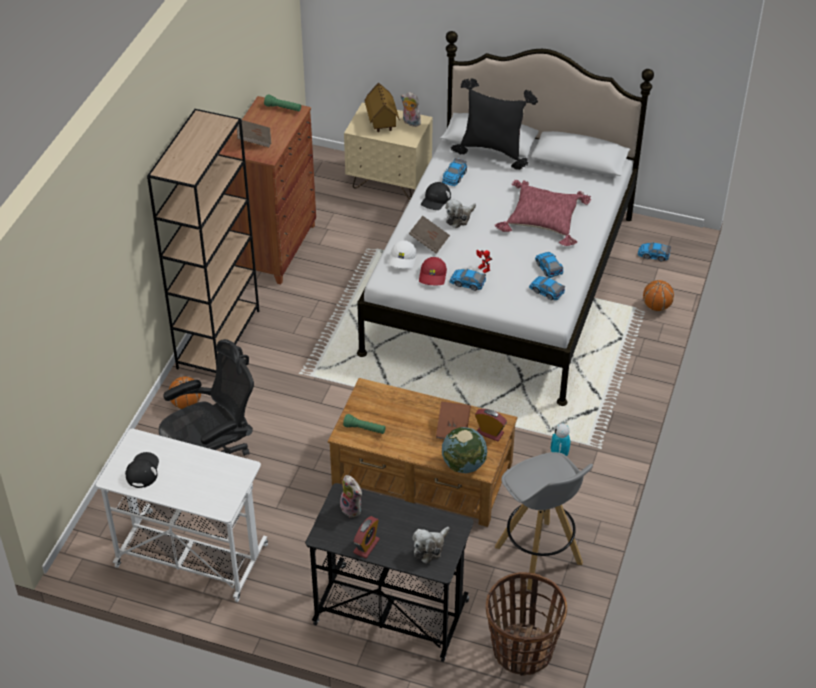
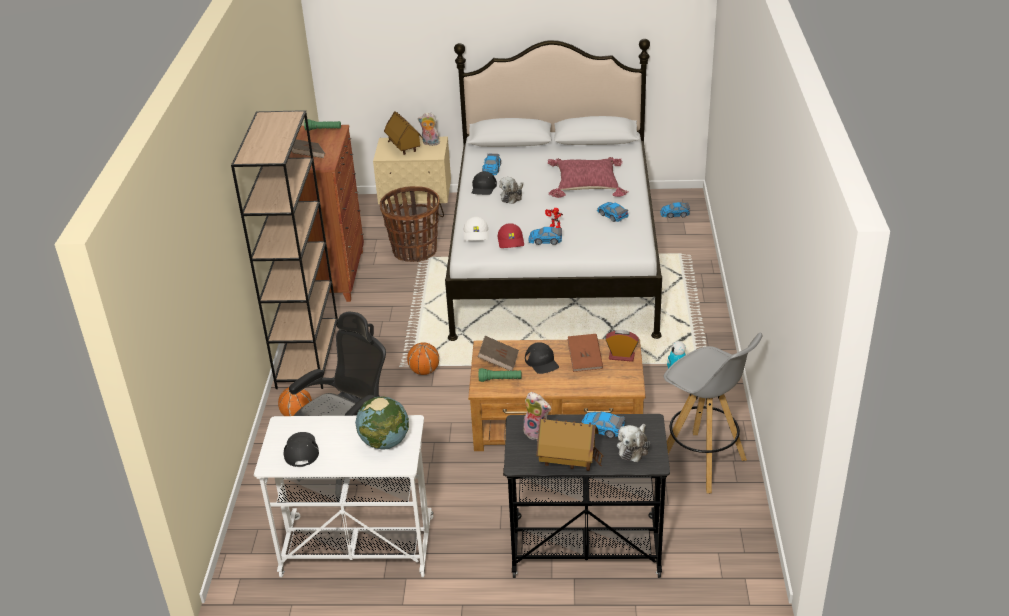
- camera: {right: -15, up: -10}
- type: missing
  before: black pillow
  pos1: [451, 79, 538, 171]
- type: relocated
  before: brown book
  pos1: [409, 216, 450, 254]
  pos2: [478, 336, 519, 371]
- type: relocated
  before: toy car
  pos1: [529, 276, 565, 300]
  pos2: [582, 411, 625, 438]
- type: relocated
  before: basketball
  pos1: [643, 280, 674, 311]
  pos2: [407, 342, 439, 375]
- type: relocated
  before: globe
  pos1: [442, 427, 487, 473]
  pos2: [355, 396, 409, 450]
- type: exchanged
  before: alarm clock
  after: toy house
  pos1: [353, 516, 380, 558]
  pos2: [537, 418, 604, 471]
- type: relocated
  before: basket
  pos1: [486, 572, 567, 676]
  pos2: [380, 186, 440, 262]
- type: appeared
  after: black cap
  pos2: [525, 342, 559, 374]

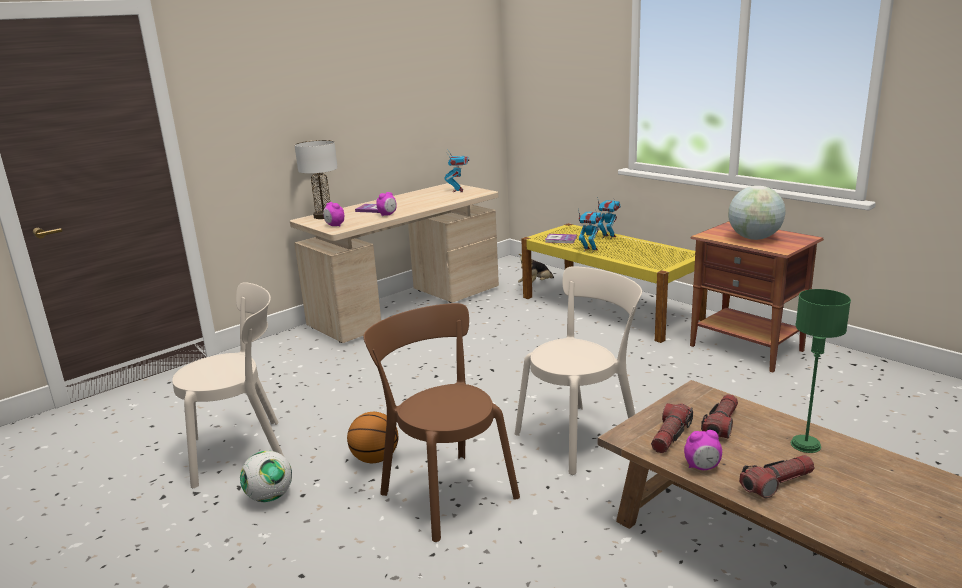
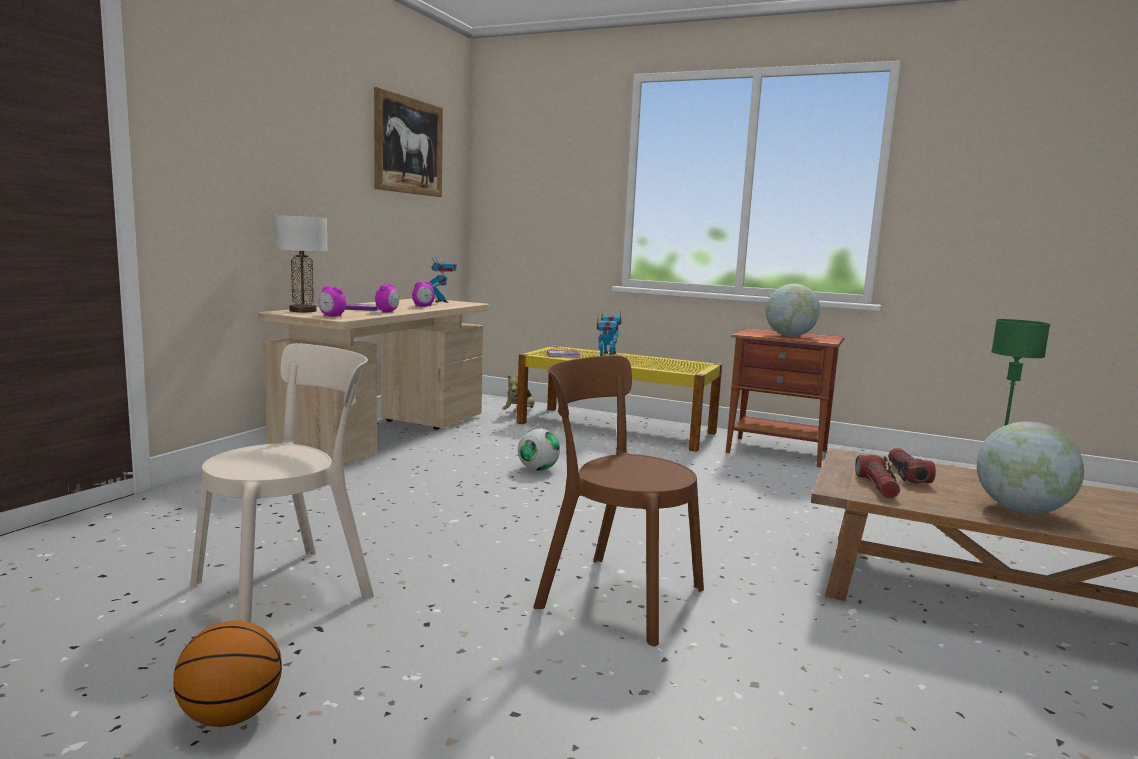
- camera: {right: -25, up: -10}
- type: missing
  before: beige chair
  pos1: [515, 266, 642, 475]
- type: relocated
  before: basketball
  pos1: [347, 412, 398, 463]
  pos2: [173, 620, 282, 727]
- type: relocated
  before: alarm clock
  pos1: [684, 430, 722, 470]
  pos2: [412, 281, 435, 307]
- type: relocated
  before: football
  pos1: [240, 451, 292, 502]
  pos2: [518, 428, 560, 471]
- type: exchanged
  before: flashlight
  after: globe
  pos1: [739, 455, 814, 499]
  pos2: [977, 421, 1084, 514]
- type: appeared
  after: picture
  pos2: [374, 87, 443, 197]

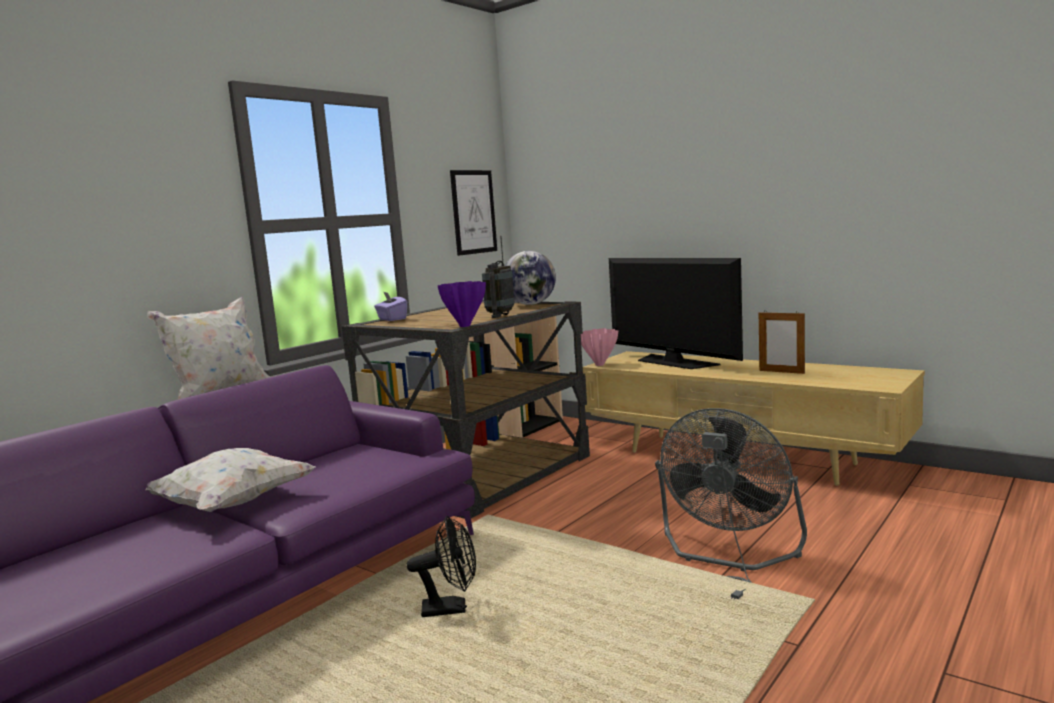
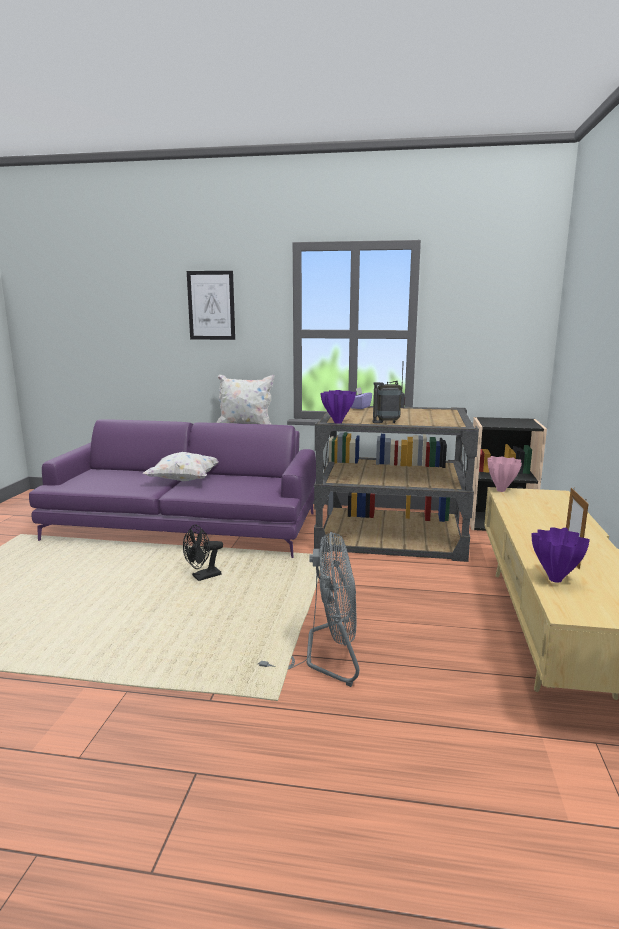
- camera: {right: 60, up: 5}
- type: relocated
  before: picture
  pos1: [450, 170, 497, 256]
  pos2: [187, 271, 235, 340]
- type: missing
  before: globe
  pos1: [505, 251, 556, 305]
- type: missing
  before: television
  pos1: [609, 258, 743, 369]
- type: spun
  before: black fan
  pos1: [406, 516, 476, 617]
  pos2: [183, 525, 223, 581]
  turn: 90
- type: appeared
  after: purple vase
  pos2: [532, 527, 590, 583]

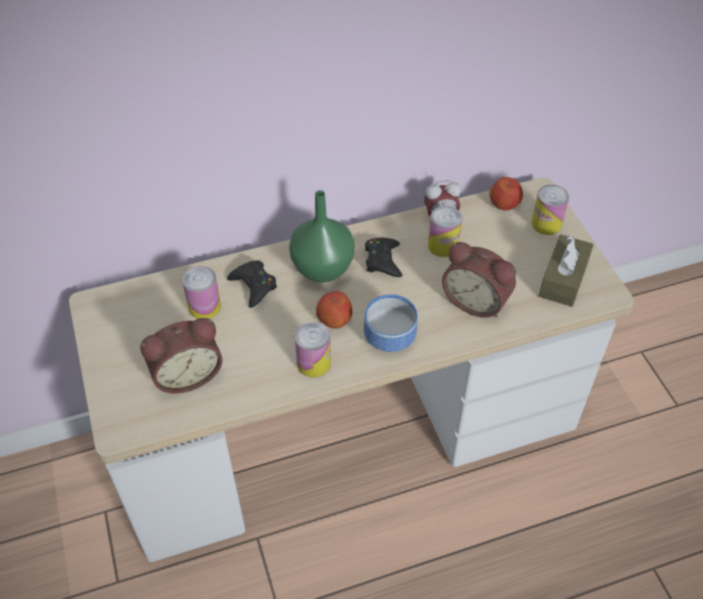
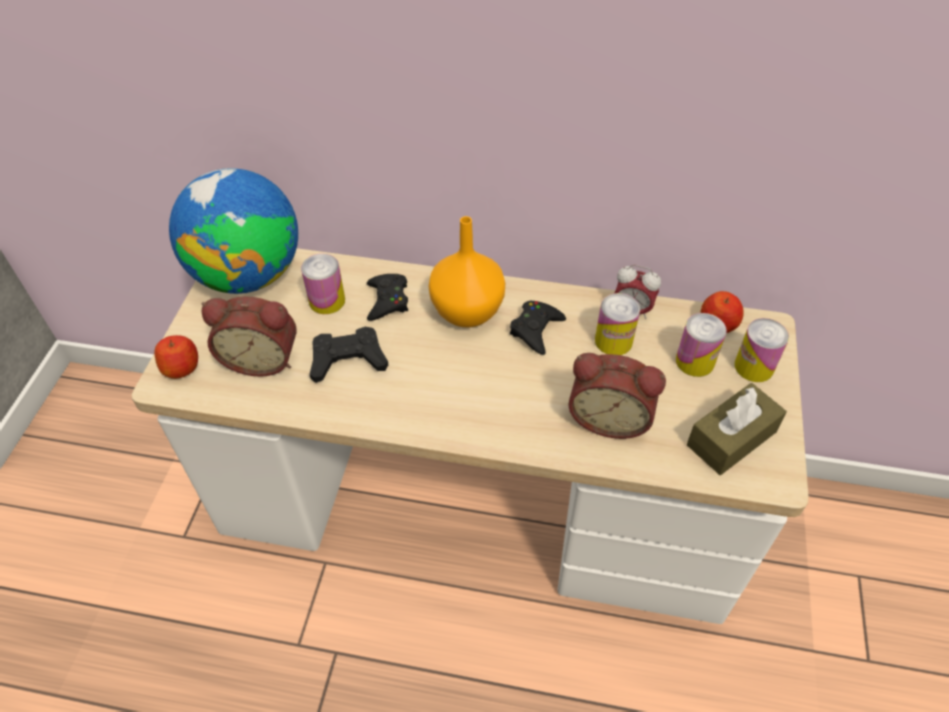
- camera: {right: 30, up: 0}
- type: colour
  before: green vase
  after: orange vase
  pos1: [289, 190, 355, 282]
  pos2: [428, 216, 505, 328]
- type: spun
  before: alarm clock
  pos1: [442, 242, 516, 317]
  pos2: [568, 353, 666, 439]
  turn: -45
- type: relocated
  before: apple
  pos1: [316, 291, 352, 329]
  pos2: [154, 335, 198, 379]
- type: missing
  before: bowl
  pos1: [364, 294, 418, 352]
- type: relocated
  before: can
  pos1: [295, 322, 331, 378]
  pos2: [676, 313, 727, 377]
- type: appeared
  after: globe
  pos2: [169, 168, 298, 294]
- type: appeared
  after: black game controller
  pos2: [310, 327, 388, 383]

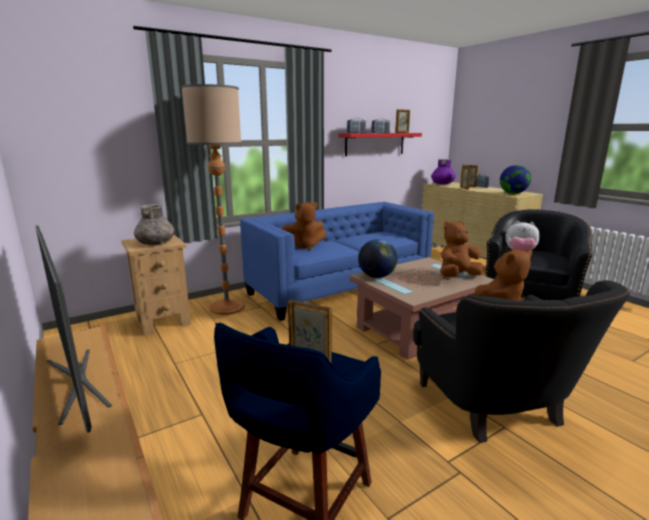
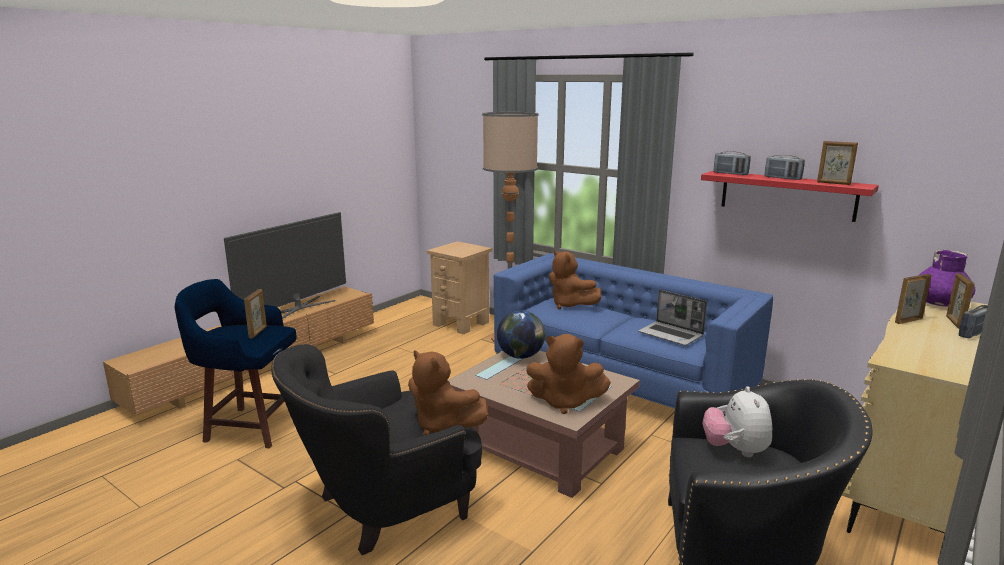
- camera: {right: 70, up: 0}
- type: missing
  before: globe
  pos1: [500, 165, 531, 194]
- type: missing
  before: grey vase
  pos1: [134, 204, 175, 245]
- type: spun
  before: brown plush toy
  pos1: [440, 221, 484, 277]
  pos2: [526, 334, 611, 414]
  turn: 150
- type: appeared
  after: laptop
  pos2: [638, 290, 707, 346]

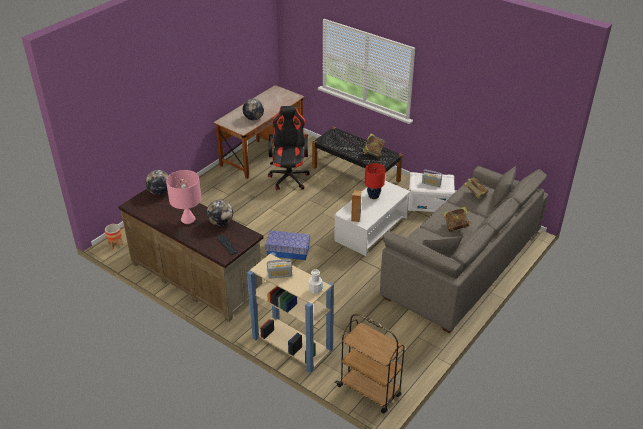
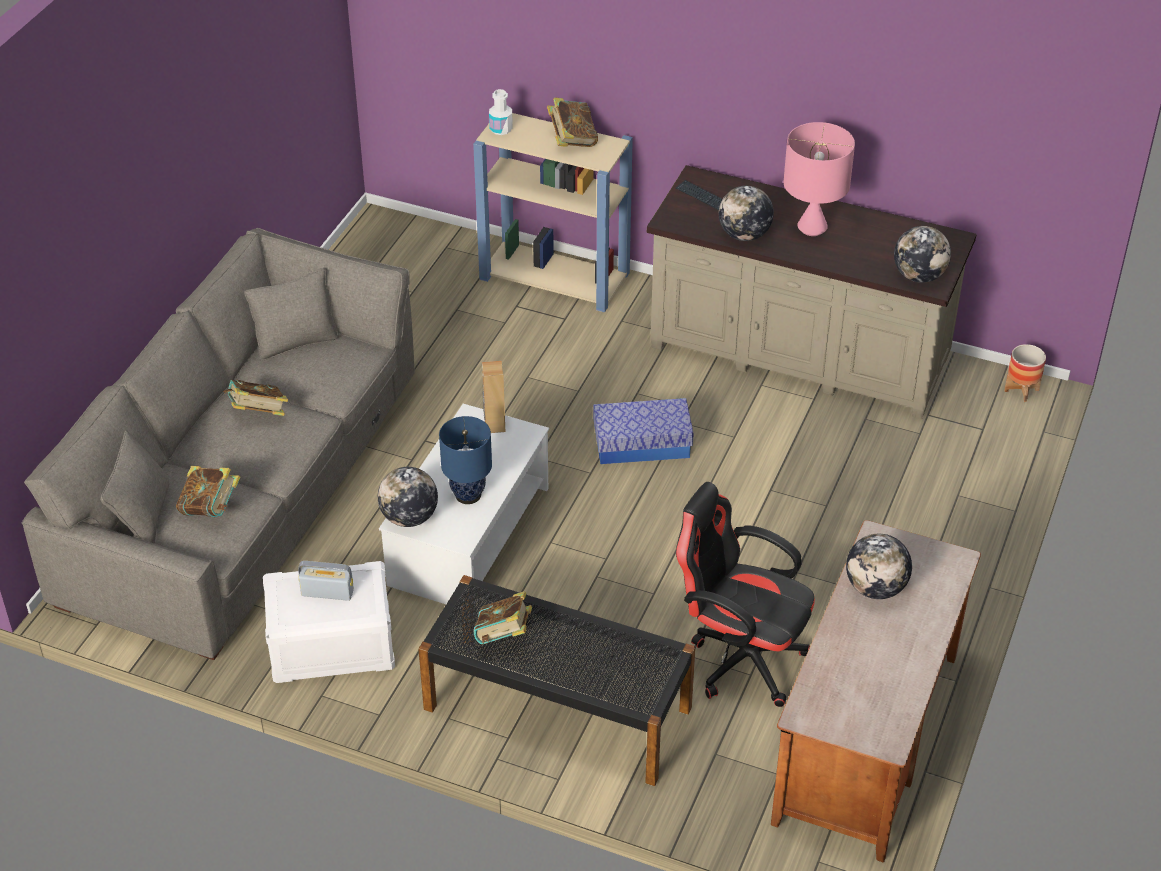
- camera: {right: 165, up: 5}
- type: spun
  before: black office chair
  pos1: [268, 106, 310, 190]
  pos2: [676, 482, 815, 707]
  turn: 135
- type: colour
  before: red table lamp
  after: blue table lamp
  pos1: [365, 163, 385, 199]
  pos2: [439, 416, 492, 504]
- type: exchanged
  before: radio
  after: book
  pos1: [267, 259, 293, 279]
  pos2: [547, 97, 598, 147]
- type: missing
  before: brown cart
  pos1: [335, 314, 405, 413]
- type: appeared
  after: globe
  pos2: [378, 467, 438, 527]

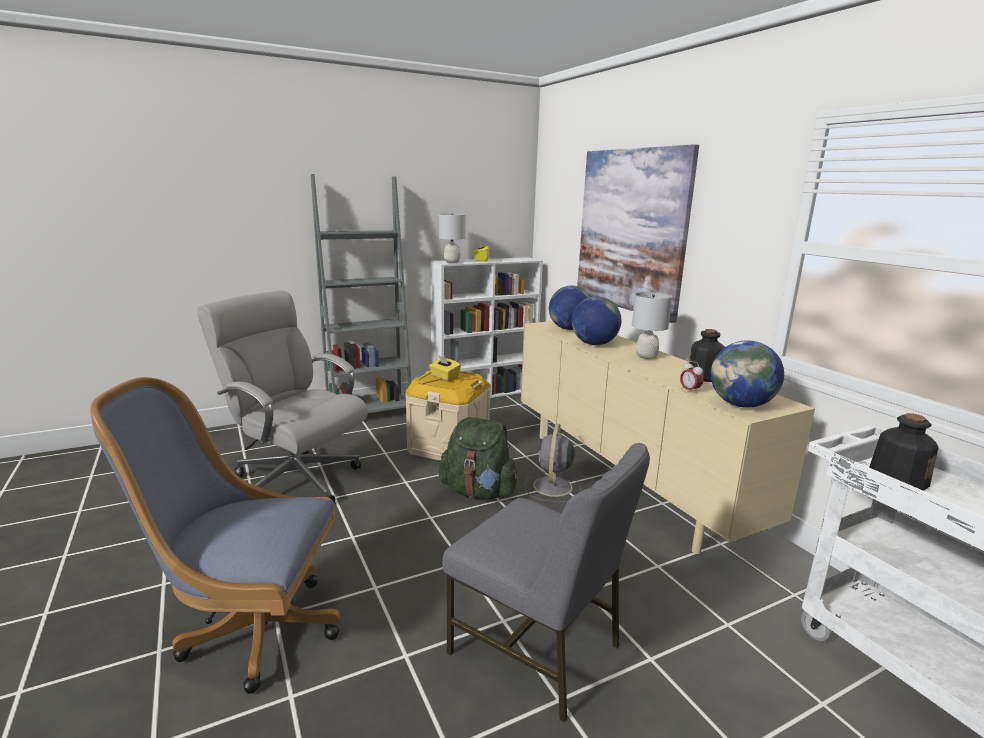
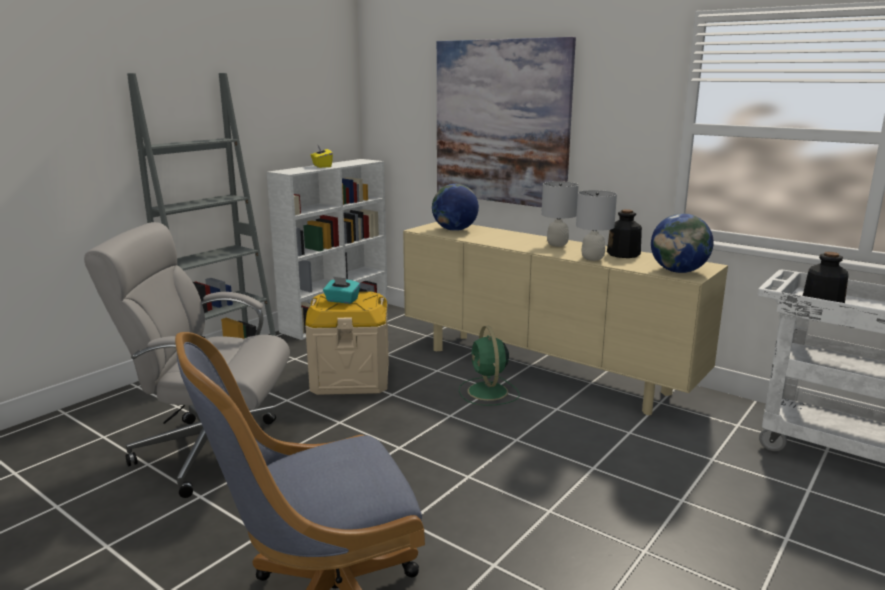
- camera: {right: -25, up: 0}
- type: relocated
  before: grey table lamp
  pos1: [439, 214, 466, 263]
  pos2: [576, 190, 617, 261]
- type: missing
  before: globe
  pos1: [572, 296, 621, 345]
- type: colour
  before: yellow tissue box
  after: turquoise tissue box
  pos1: [429, 356, 461, 381]
  pos2: [323, 276, 360, 304]
- type: missing
  before: alarm clock
  pos1: [680, 361, 704, 393]
- type: missing
  before: green backpack
  pos1: [439, 417, 519, 499]
- type: colour
  before: grey fan
  after: green fan
  pos1: [525, 424, 581, 502]
  pos2: [459, 326, 519, 406]
- type: missing
  before: grey chair
  pos1: [442, 443, 650, 723]

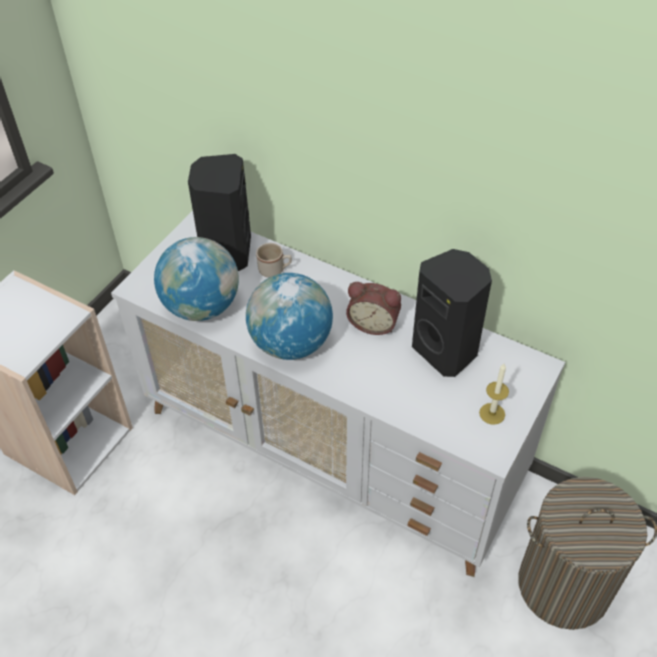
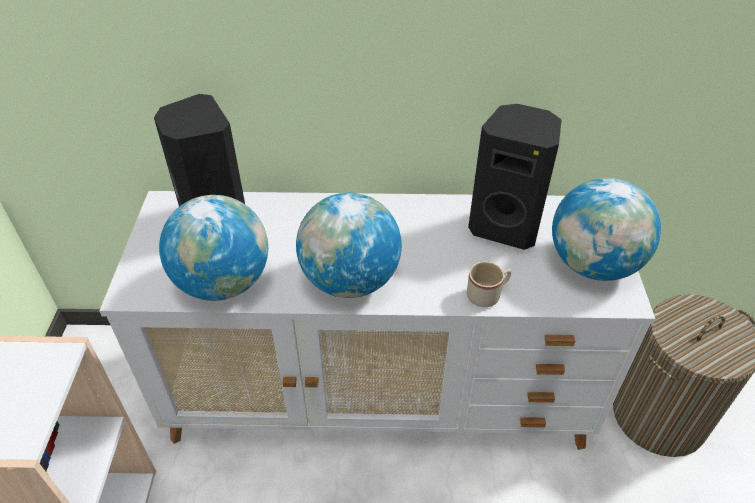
- camera: {right: -30, up: -5}
- type: relocated
  before: beige mug
  pos1: [256, 243, 292, 278]
  pos2: [467, 261, 511, 307]
- type: missing
  before: alarm clock
  pos1: [346, 282, 401, 335]
- type: exchanged
  before: candle
  after: globe
  pos1: [479, 364, 509, 425]
  pos2: [552, 178, 661, 281]

